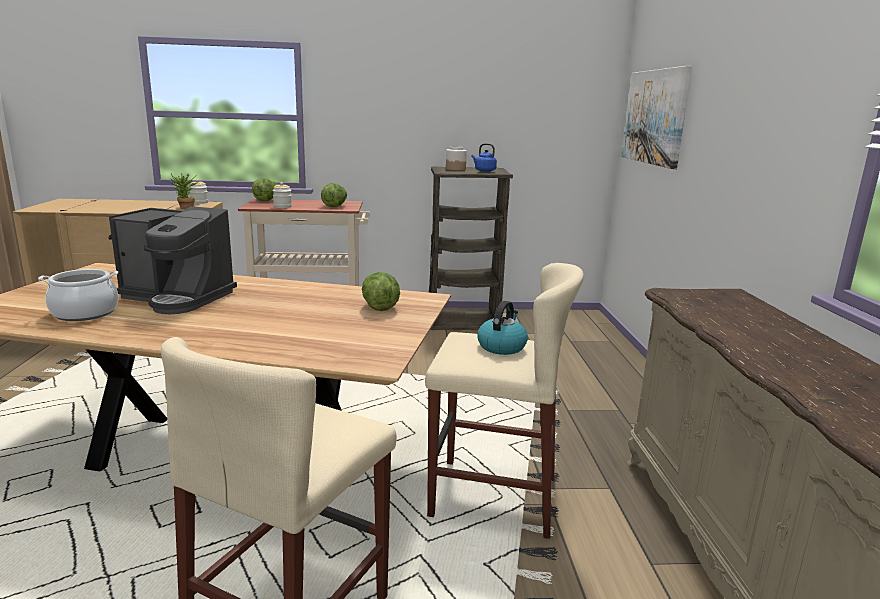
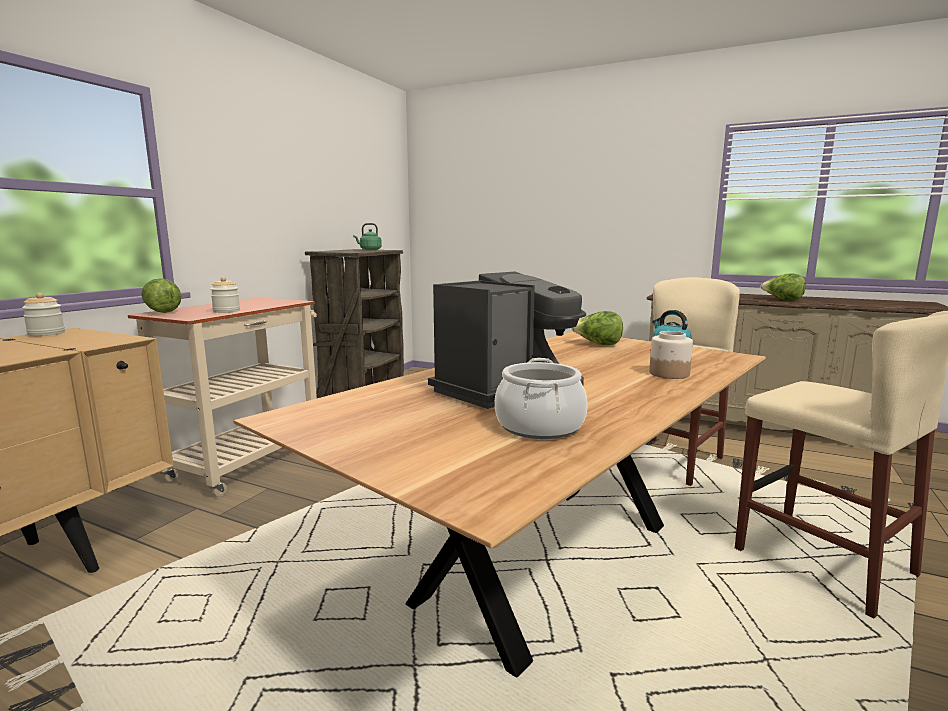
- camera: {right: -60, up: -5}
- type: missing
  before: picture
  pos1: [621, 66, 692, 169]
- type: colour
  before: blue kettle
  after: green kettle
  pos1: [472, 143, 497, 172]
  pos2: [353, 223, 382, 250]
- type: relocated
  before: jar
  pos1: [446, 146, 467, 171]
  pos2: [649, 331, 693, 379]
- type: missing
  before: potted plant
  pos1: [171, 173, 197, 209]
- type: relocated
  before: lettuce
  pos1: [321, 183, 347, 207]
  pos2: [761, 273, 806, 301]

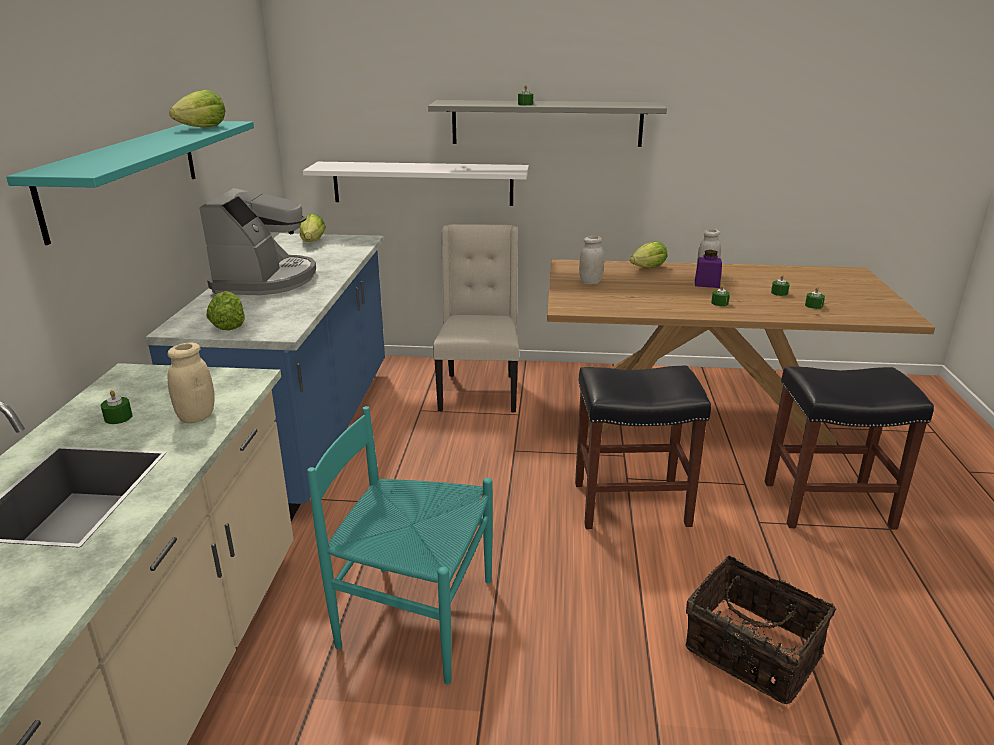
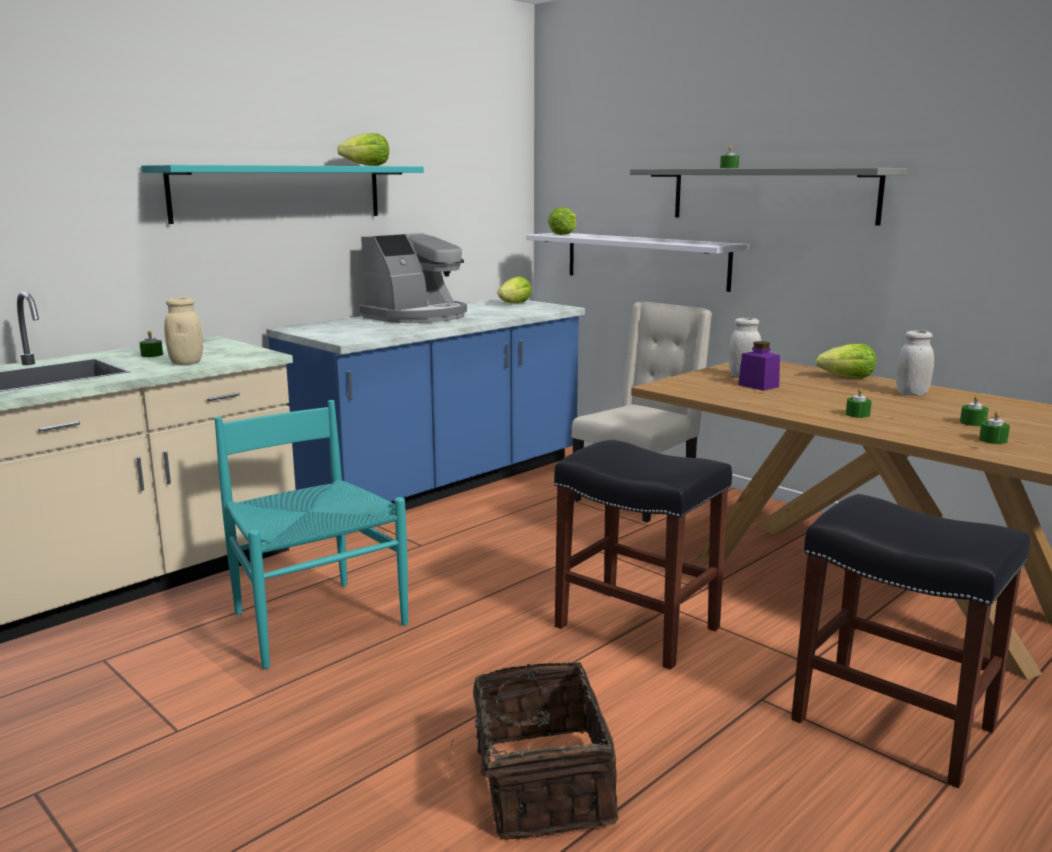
- camera: {right: 40, up: -10}
- type: relocated
  before: purple jar
  pos1: [695, 250, 722, 288]
  pos2: [738, 341, 780, 391]
- type: relocated
  before: lettuce
  pos1: [207, 291, 245, 330]
  pos2: [548, 207, 576, 235]

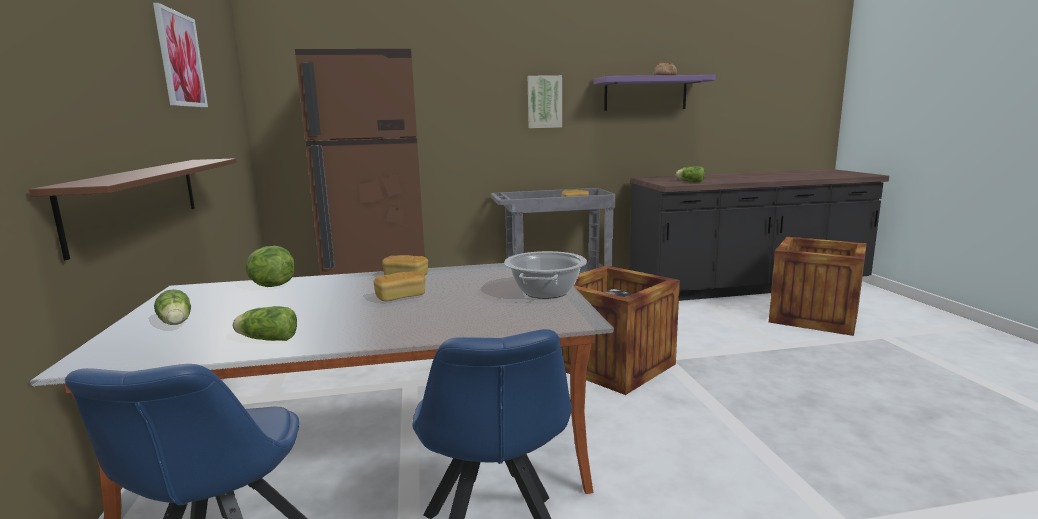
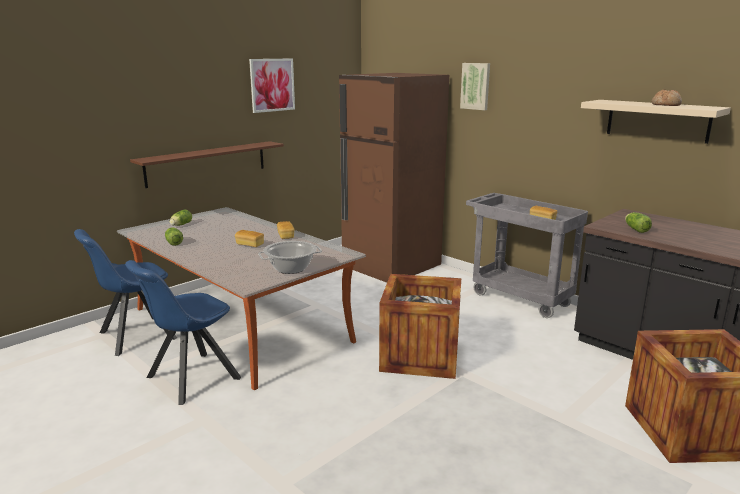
- camera: {right: 55, up: 5}
- type: relocated
  before: picture
  pos1: [528, 75, 562, 128]
  pos2: [460, 63, 490, 110]
- type: colour
  before: purple shelf
  after: beige shelf
  pos1: [593, 75, 716, 111]
  pos2: [581, 100, 731, 144]
- type: missing
  before: lettuce
  pos1: [246, 246, 295, 287]

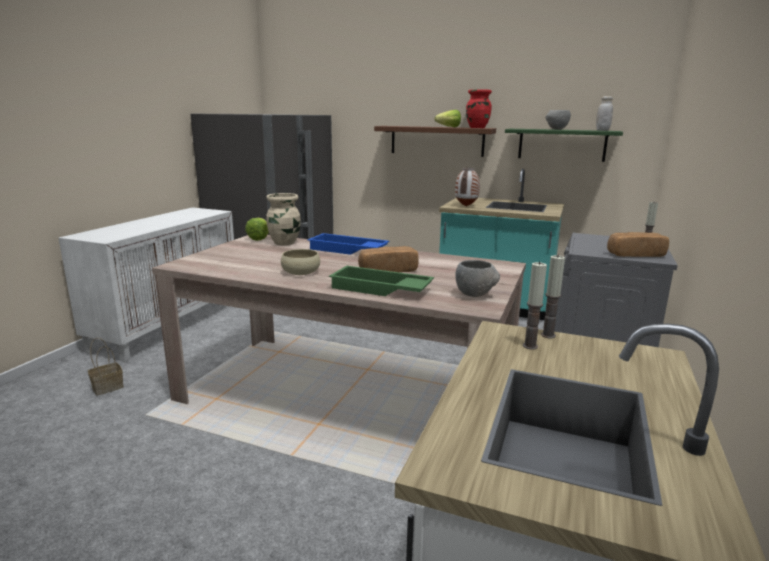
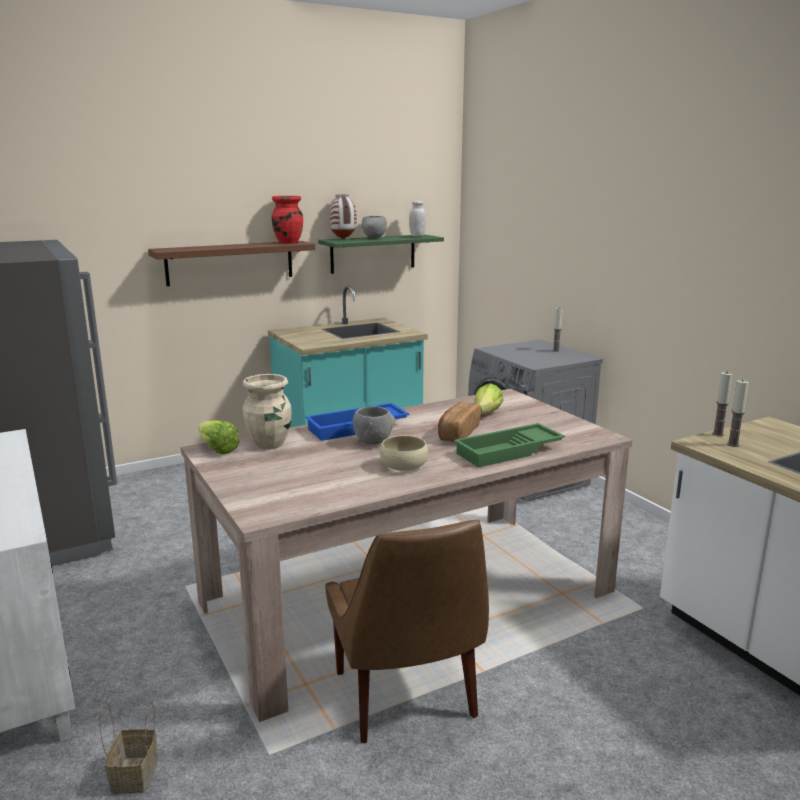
- camera: {right: -50, up: 0}
- type: relocated
  before: lettuce
  pos1: [435, 110, 461, 127]
  pos2: [474, 383, 503, 414]
- type: relocated
  before: vase
  pos1: [455, 168, 480, 206]
  pos2: [329, 194, 357, 239]
- type: missing
  before: bread
  pos1: [607, 232, 669, 257]
- type: relocated
  before: grey bowl
  pos1: [455, 260, 500, 297]
  pos2: [353, 407, 395, 445]
- type: appeared
  after: brown chair
  pos2: [325, 519, 489, 743]

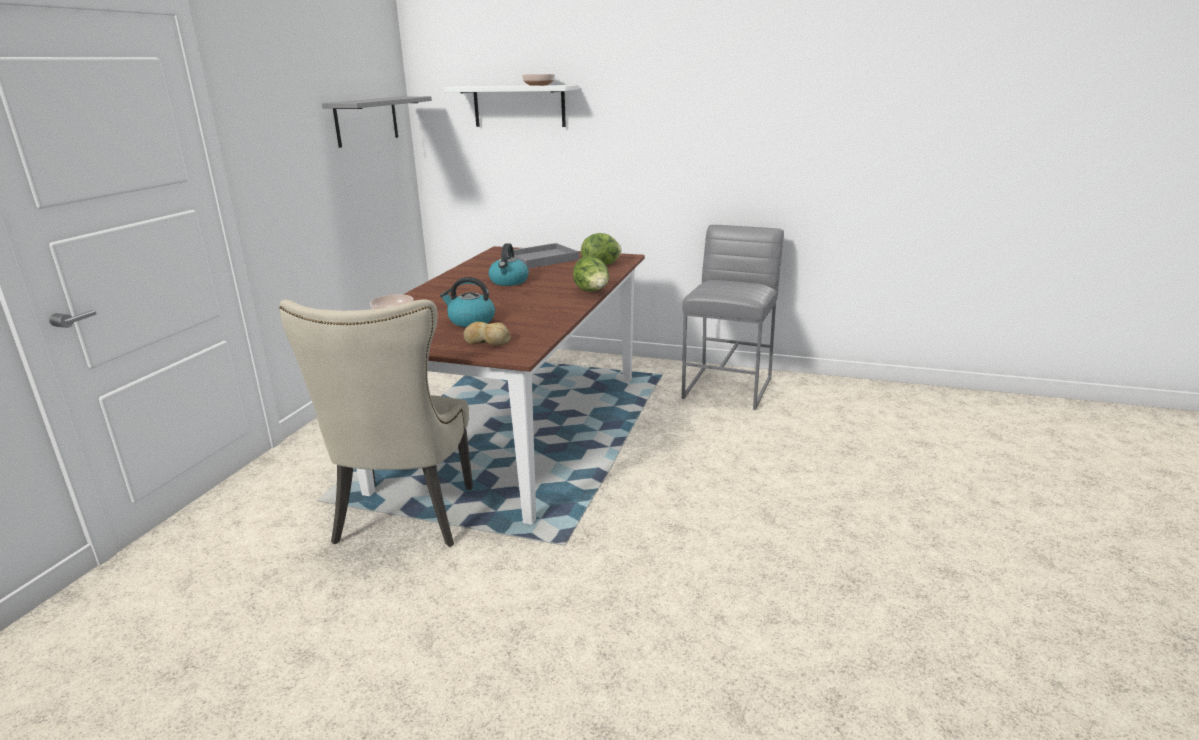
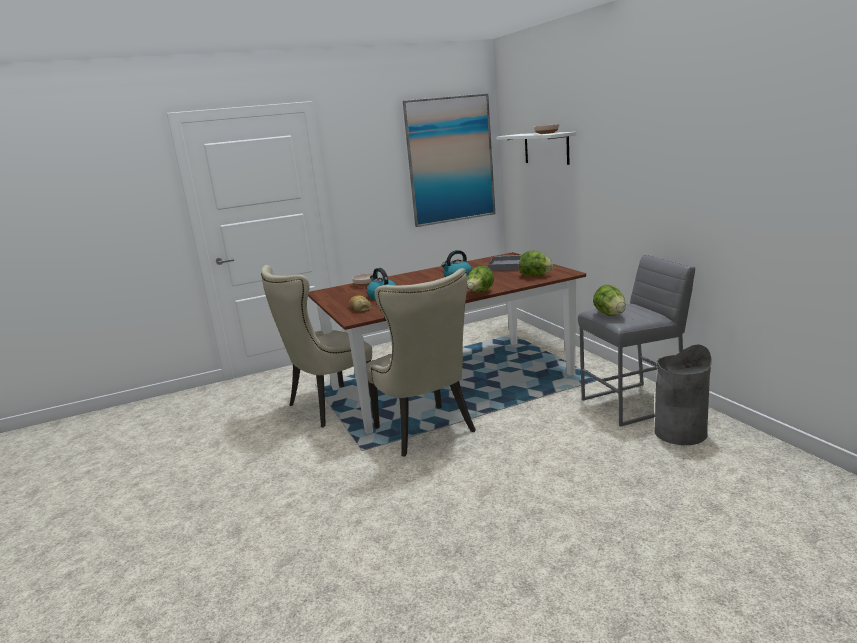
- camera: {right: 50, up: -5}
- type: exchanged
  before: grey shelf
  after: picture
  pos1: [322, 96, 432, 148]
  pos2: [403, 93, 495, 227]
- type: appeared
  after: beige chair
  pos2: [366, 268, 476, 457]
- type: appeared
  after: lettuce
  pos2: [593, 285, 626, 316]
- type: appeared
  after: grey trash can
  pos2: [654, 344, 712, 445]

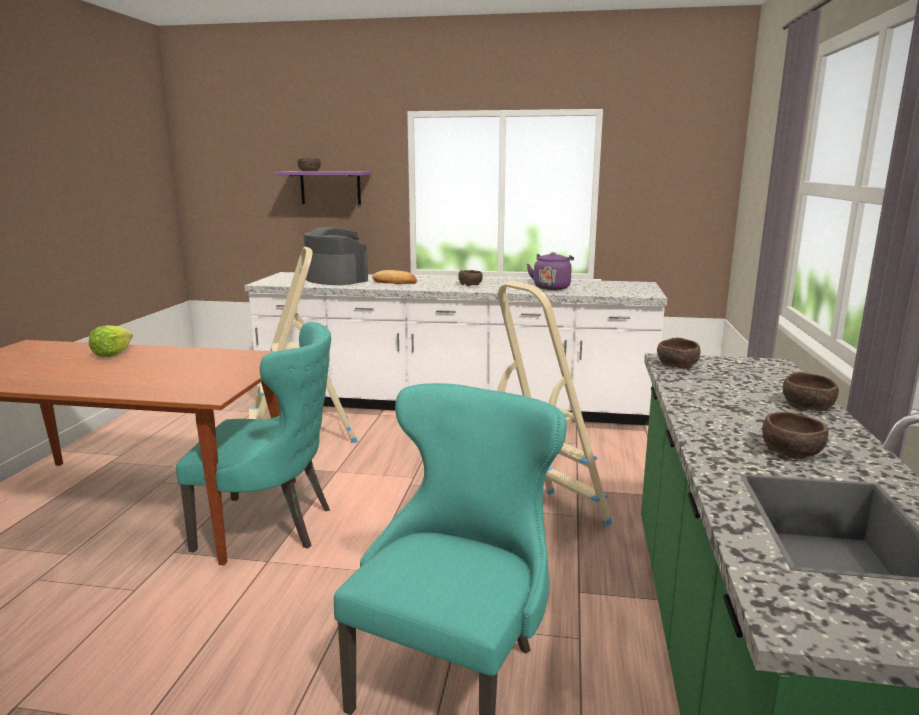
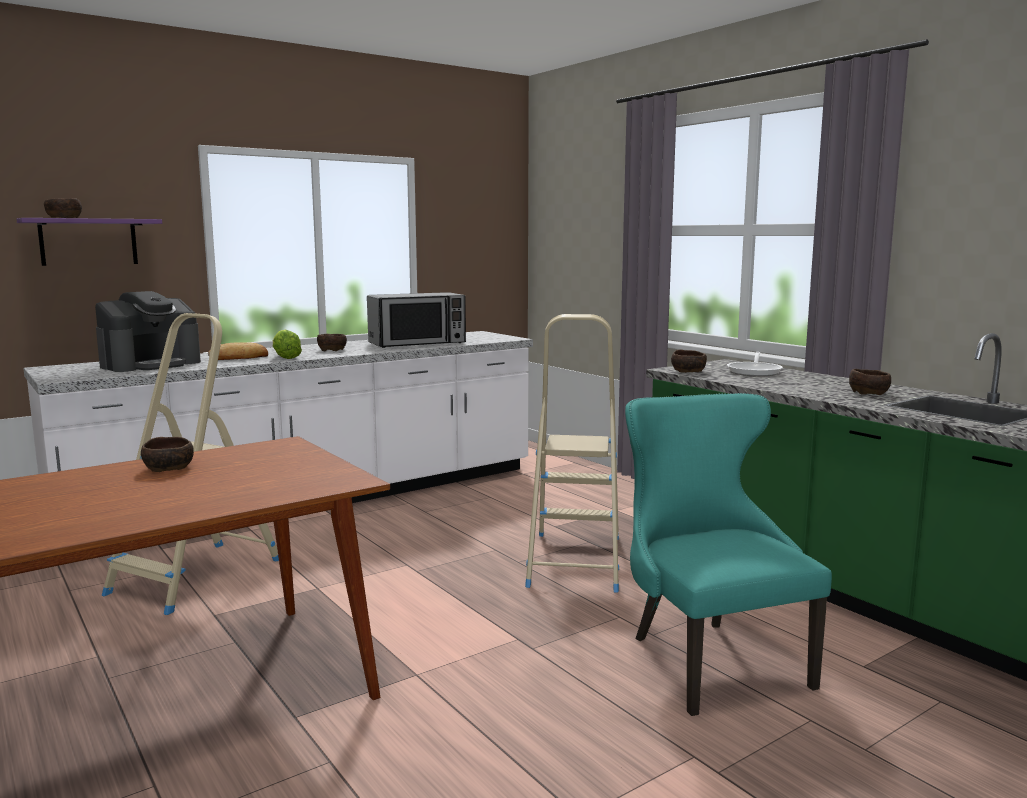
- camera: {right: -45, up: -5}
- type: spun
  before: coffee machine
  pos1: [304, 227, 368, 285]
  pos2: [95, 291, 201, 372]
  turn: 135
- type: exchanged
  before: purple kettle
  after: microwave
  pos1: [527, 252, 574, 290]
  pos2: [367, 292, 466, 348]
- type: missing
  before: turquoise chair
  pos1: [176, 322, 331, 552]
- type: relocated
  before: lettuce
  pos1: [89, 325, 133, 358]
  pos2: [273, 329, 302, 359]
- type: relocated
  before: brown bowl
  pos1: [783, 372, 839, 411]
  pos2: [141, 437, 194, 472]
- type: appeared
  after: frying pan
  pos2: [727, 352, 783, 376]

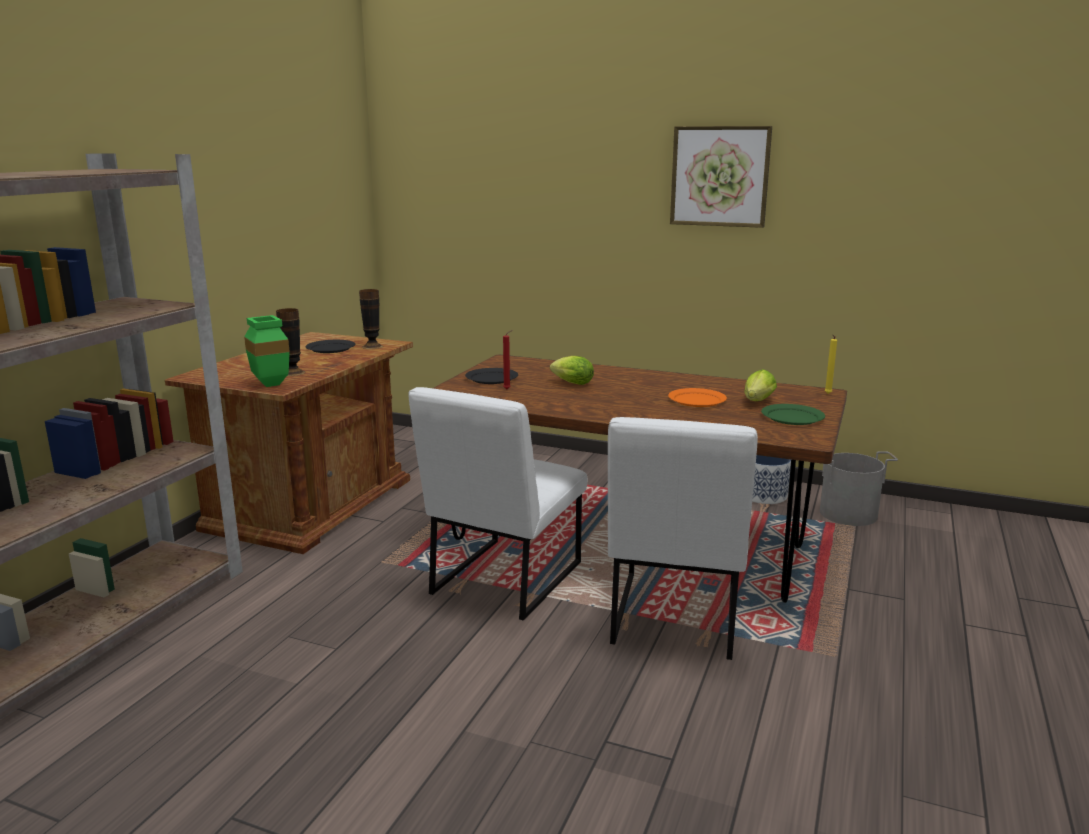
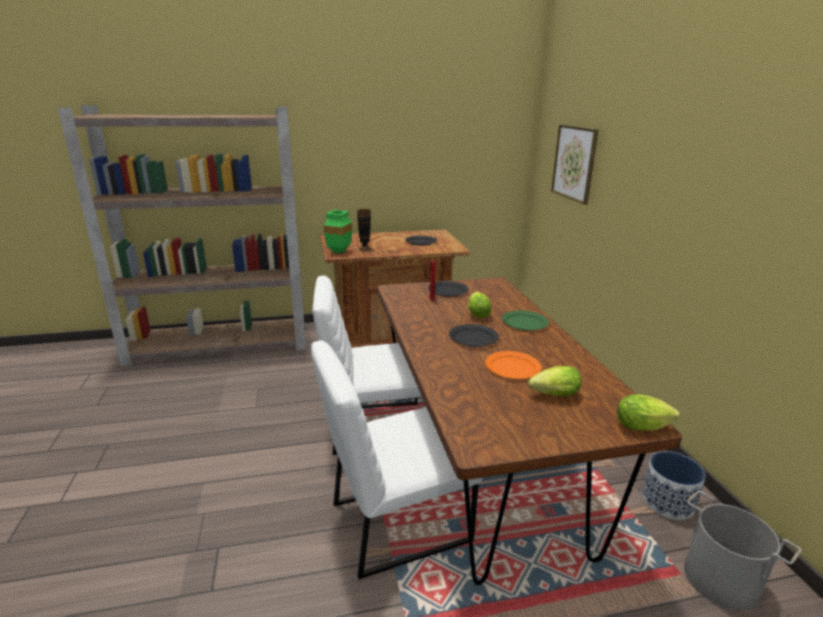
- camera: {right: 55, up: 5}
- type: relocated
  before: picture
  pos1: [670, 126, 772, 228]
  pos2: [551, 125, 599, 205]
- type: missing
  before: vase
  pos1: [359, 289, 383, 349]
- type: exchanged
  before: yellow candle
  after: lettuce
  pos1: [824, 335, 837, 394]
  pos2: [617, 394, 680, 431]
- type: relocated
  before: green plate
  pos1: [761, 404, 825, 425]
  pos2: [502, 310, 549, 331]
- type: appeared
  after: black plate
  pos2: [449, 324, 499, 347]

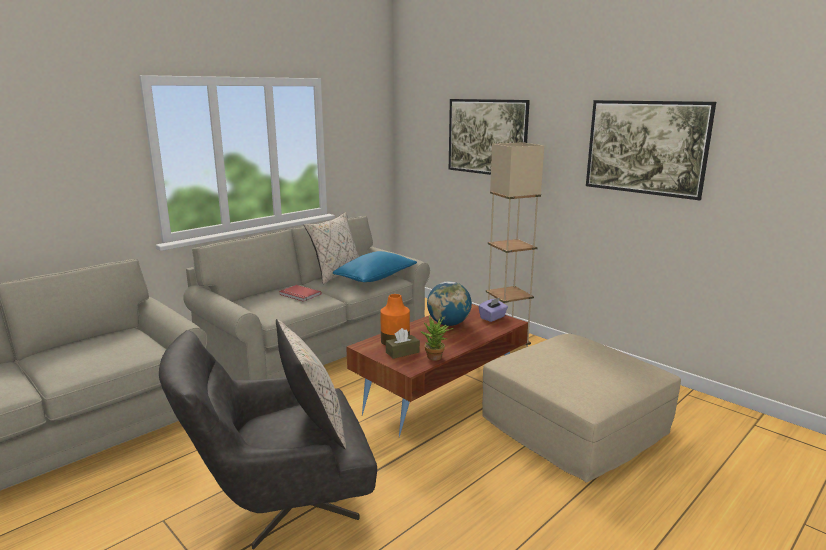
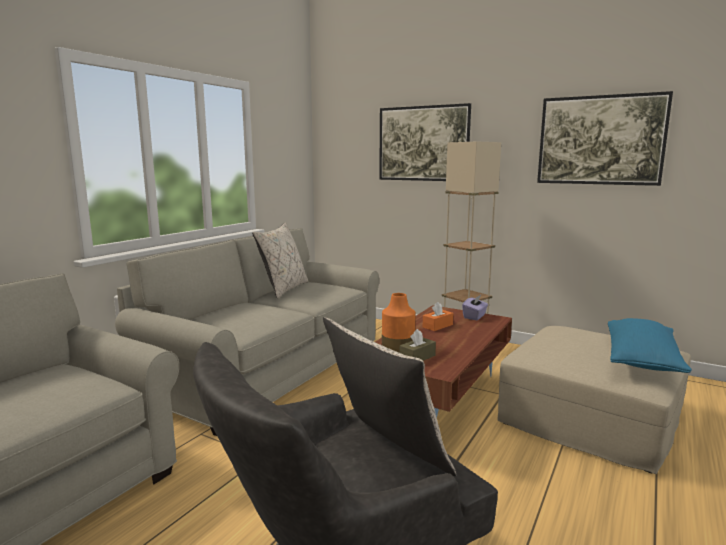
- camera: {right: -15, up: -5}
- type: relocated
  before: blue pillow
  pos1: [333, 251, 417, 282]
  pos2: [608, 318, 692, 373]
- type: exchanged
  before: globe
  after: orange tissue box
  pos1: [427, 281, 472, 326]
  pos2: [423, 302, 453, 331]
- type: missing
  before: red book
  pos1: [279, 285, 321, 302]
- type: missing
  before: potted plant
  pos1: [420, 316, 454, 361]

